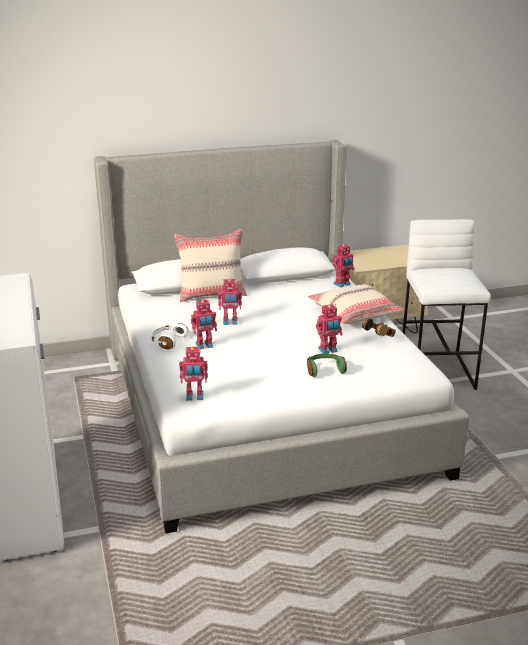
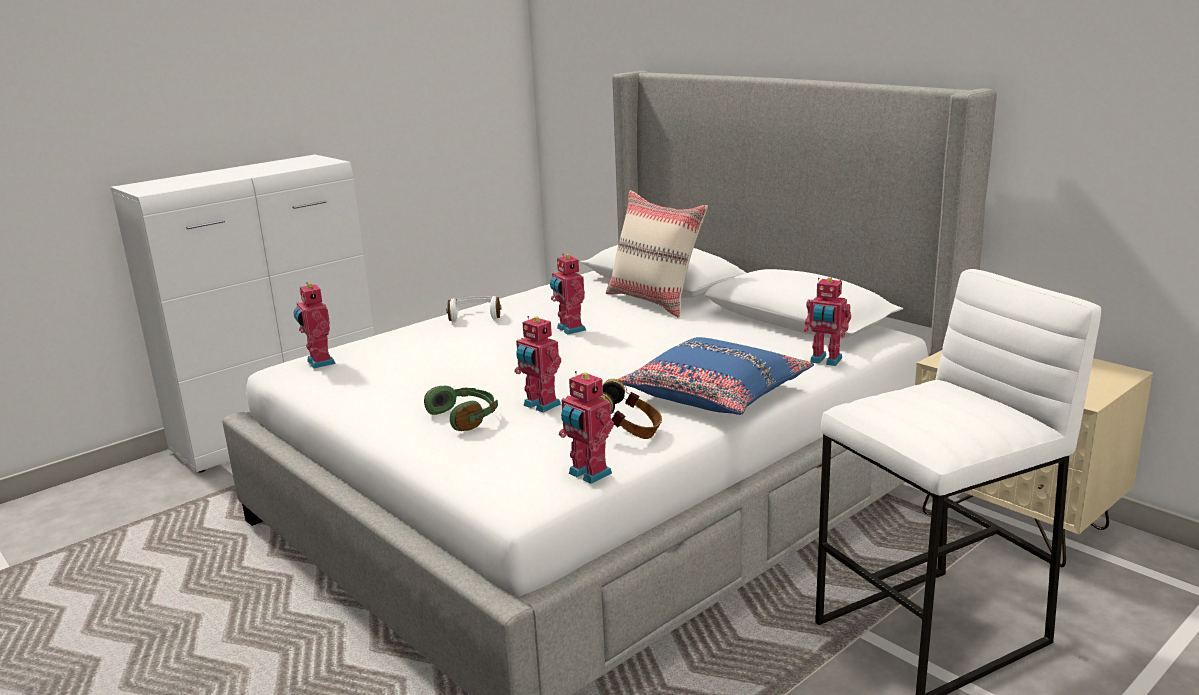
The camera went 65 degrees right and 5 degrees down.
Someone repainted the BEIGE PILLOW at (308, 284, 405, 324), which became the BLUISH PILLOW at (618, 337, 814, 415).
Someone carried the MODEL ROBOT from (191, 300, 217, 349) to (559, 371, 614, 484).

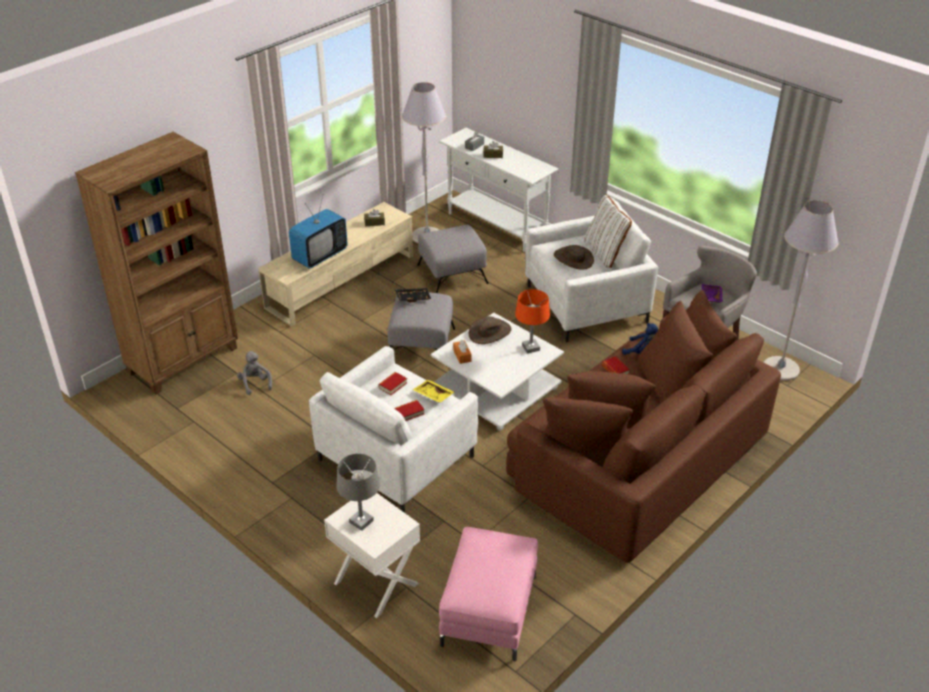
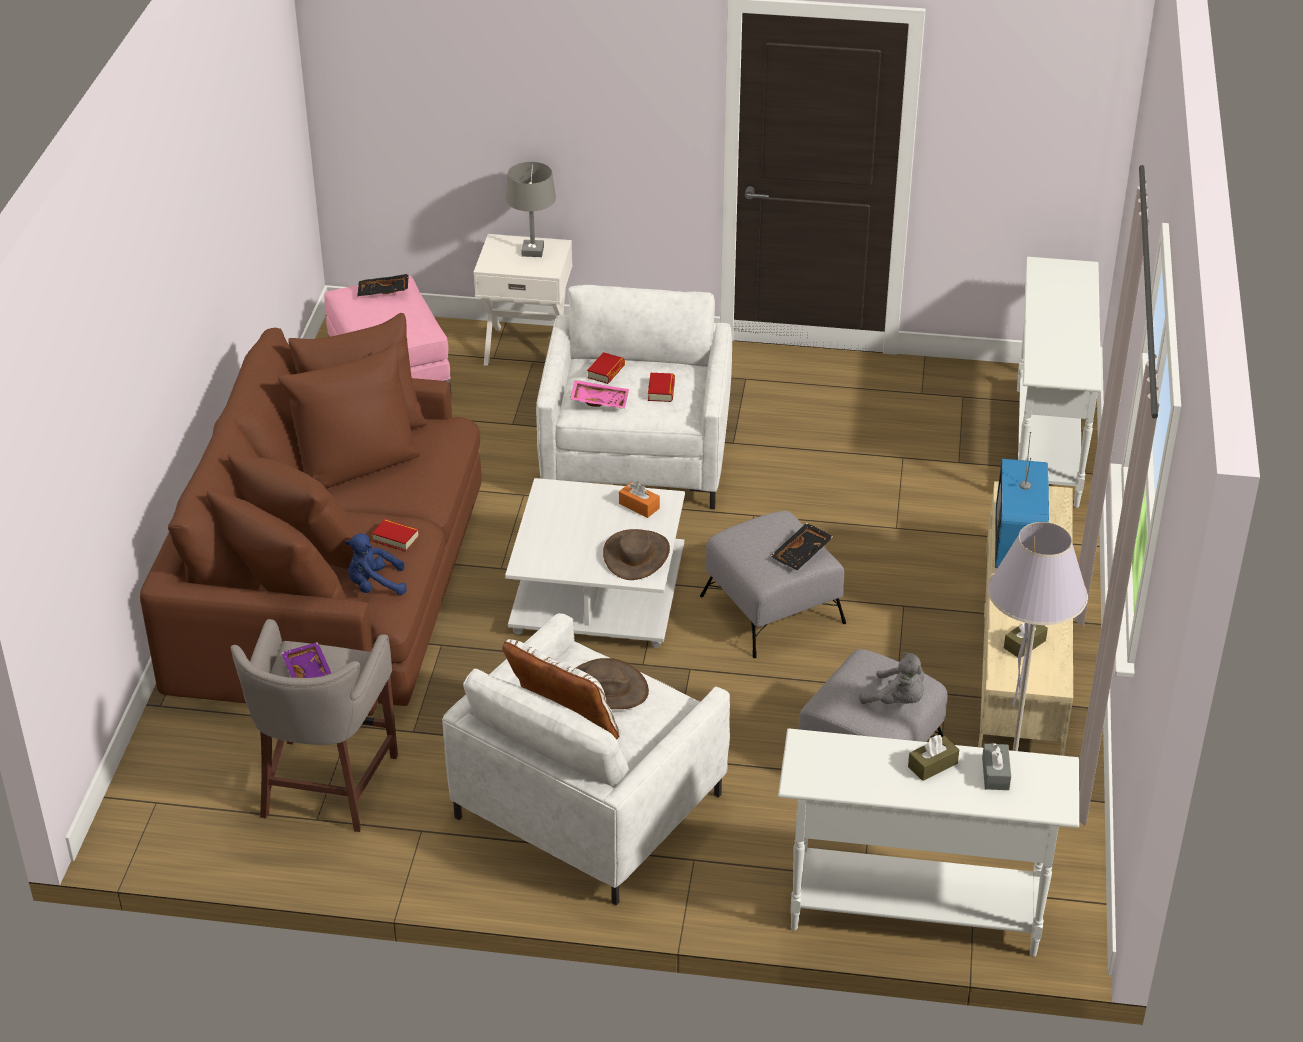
The camera went 145 degrees right and 0 degrees up.
Someone swapped the BROWN BOOKSHELF at (75, 132, 238, 395) for the WHITE NARROW TABLE at (1017, 257, 1101, 508).
Someone took away the GRAY STANDING LAMP at (764, 200, 839, 381).
Someone took away the ORANGE-COLOURED TABLE LAMP at (515, 289, 550, 353).
Someone carried the GRAY PLUSH TOY from (237, 351, 272, 395) to (859, 652, 924, 704).
Someone repainted the YELLOW-COLOURED SERVING TRAY at (413, 380, 454, 403), which became the PINK SERVING TRAY at (570, 380, 629, 409).
Someone put down the BLACKISH SERVING TRAY at (357, 274, 409, 296).

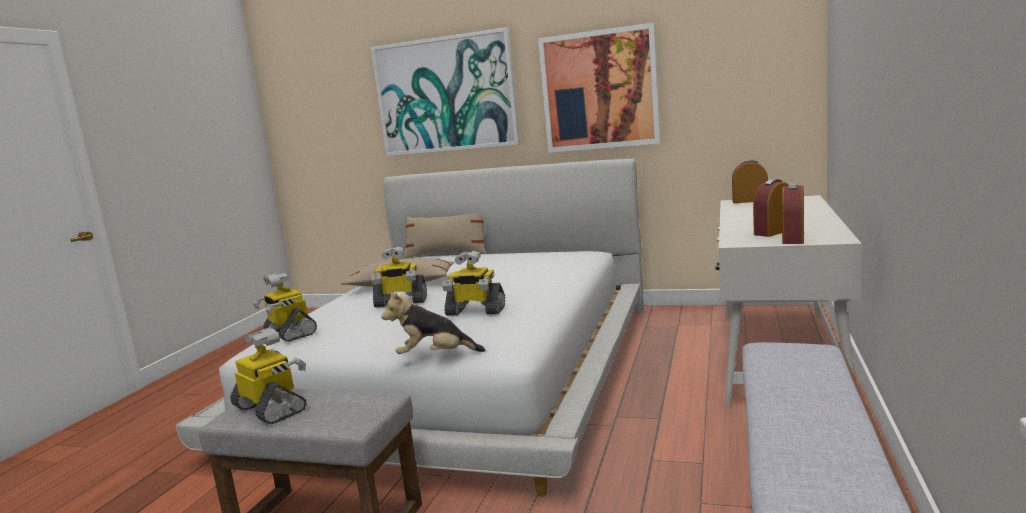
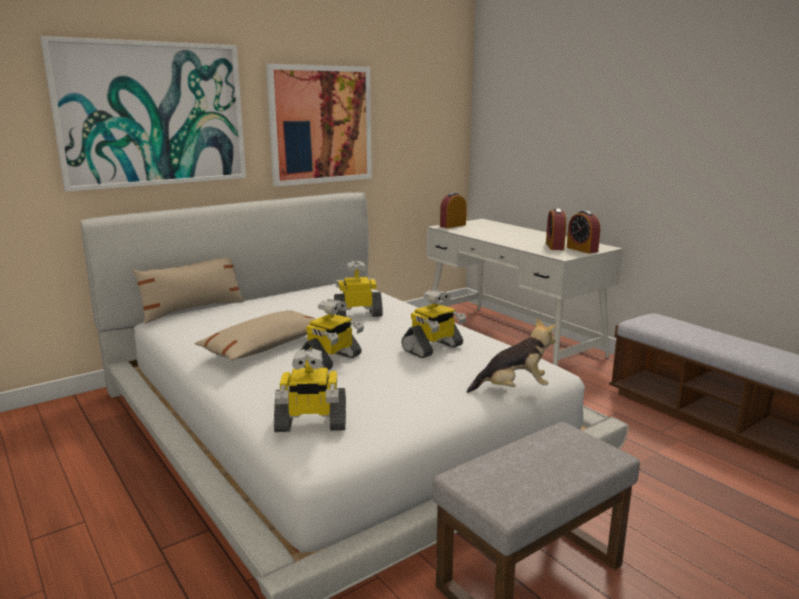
The camera went 55 degrees left and 5 degrees up.
Someone rotated the PLUSH TOY at (382, 291, 485, 354) by 135 degrees counterclockwise.
Someone carried the MODEL ROBOT from (230, 327, 307, 424) to (334, 261, 383, 317).

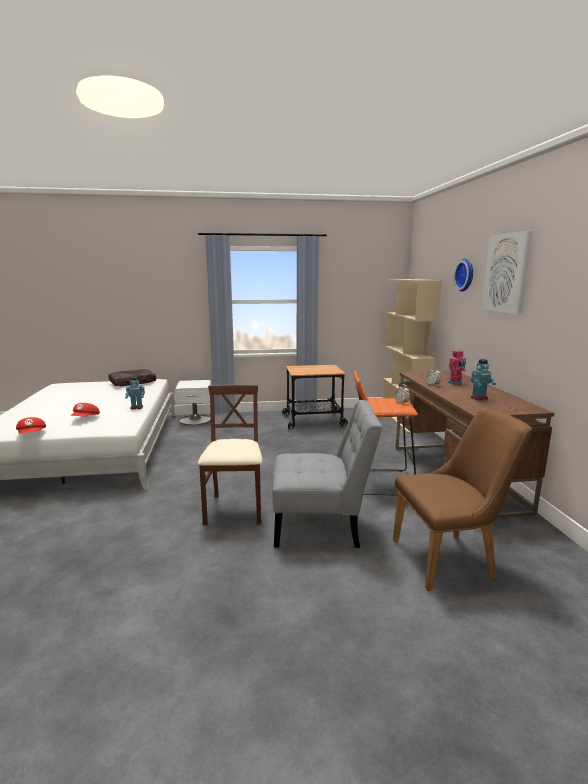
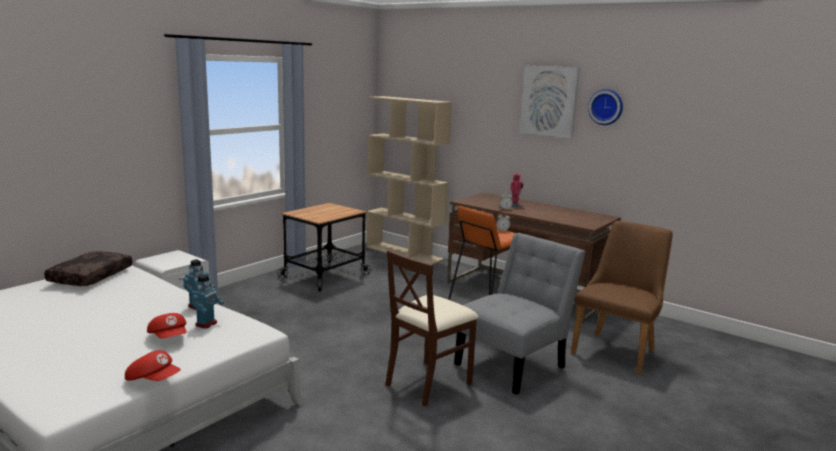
The camera went 45 degrees left and 0 degrees up.
Someone carried the HANGING CLOCK from (454, 259, 473, 292) to (588, 89, 623, 125).
Someone carried the MODEL ROBOT from (471, 359, 496, 400) to (192, 275, 224, 329).
Someone rotated the BROWN UPRIGHT CHAIR at (198, 385, 263, 525) by 90 degrees counterclockwise.

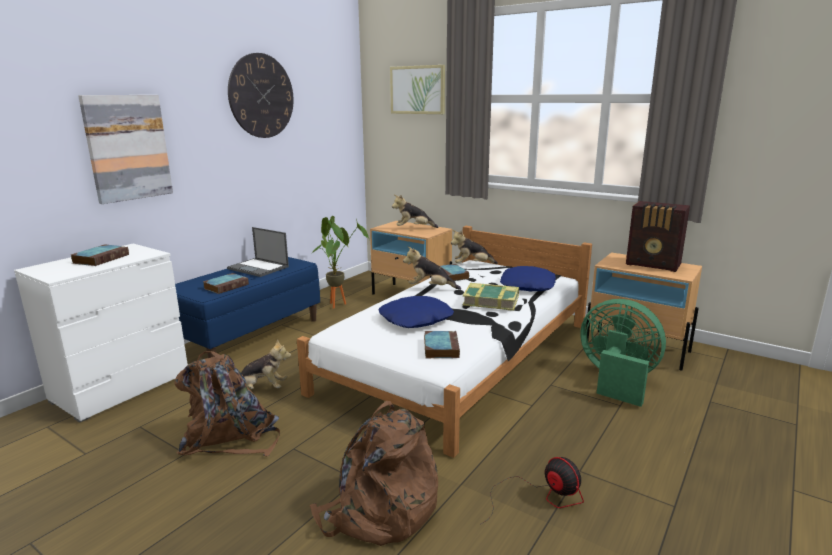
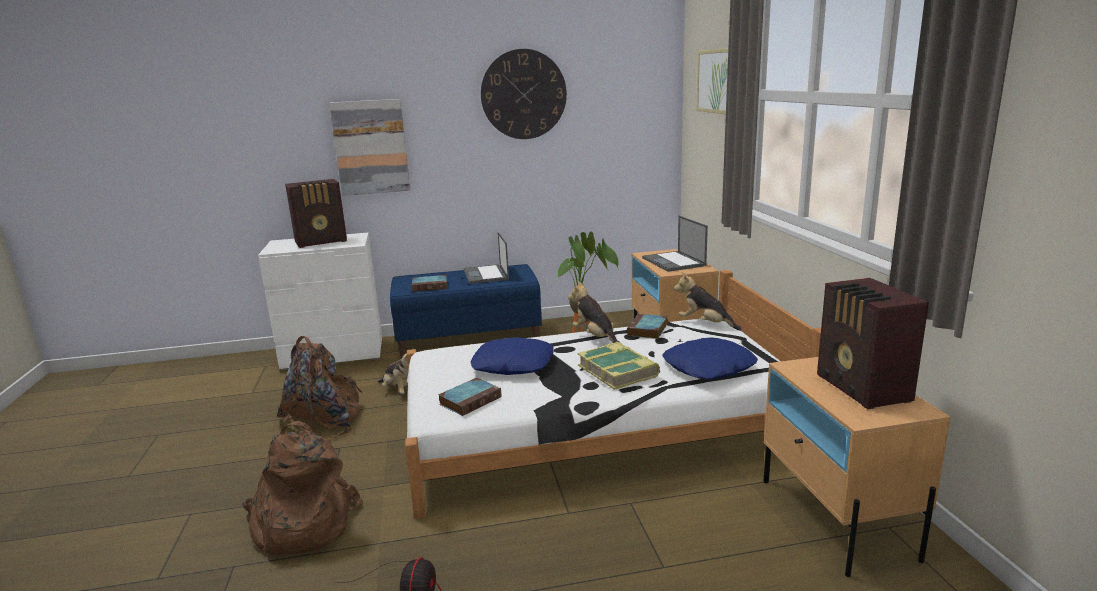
The camera went 45 degrees right and 0 degrees up.
Someone swapped the PLUSH TOY at (392, 195, 438, 228) for the LAPTOP at (642, 216, 708, 272).
Someone swapped the BOUND BOOK at (71, 244, 129, 266) for the RADIO SET at (285, 179, 347, 248).
Someone took away the GREEN ELECTRIC FAN at (581, 299, 666, 407).

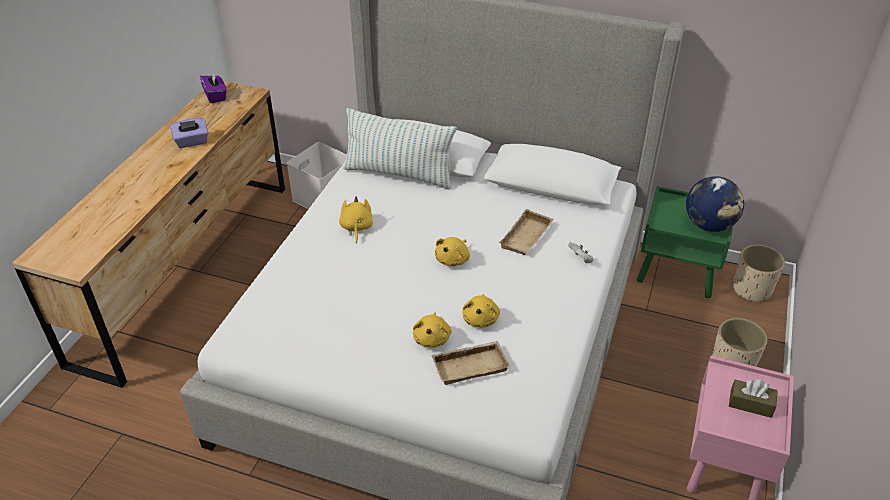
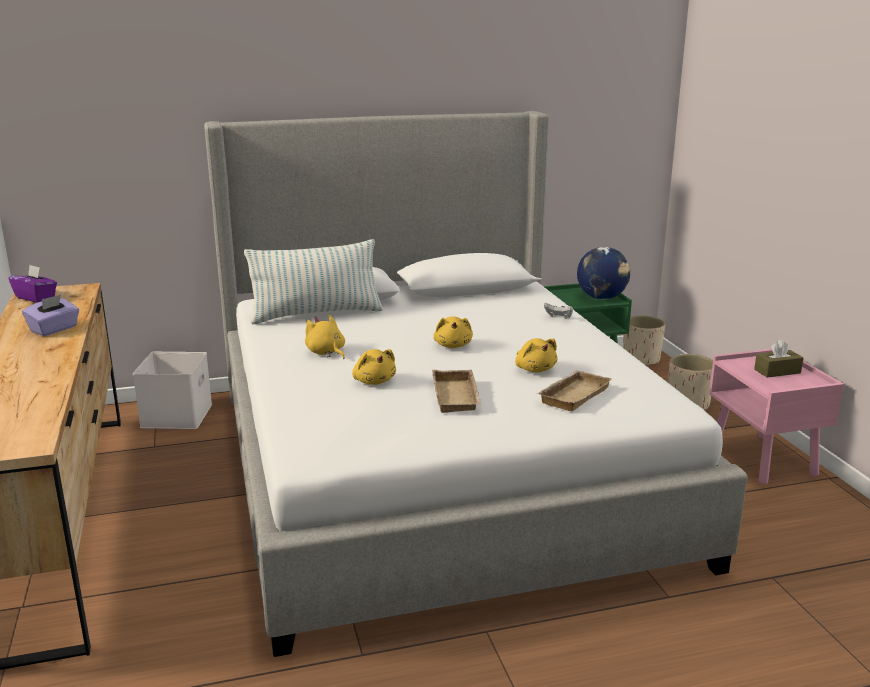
The camera went 35 degrees left and 20 degrees down.
Someone carried the BEIGE SERVING TRAY from (499, 209, 553, 255) to (432, 370, 482, 413).
Someone carried the YELLOW-COLOURED PLUSH TOY from (413, 312, 451, 348) to (352, 349, 396, 385).

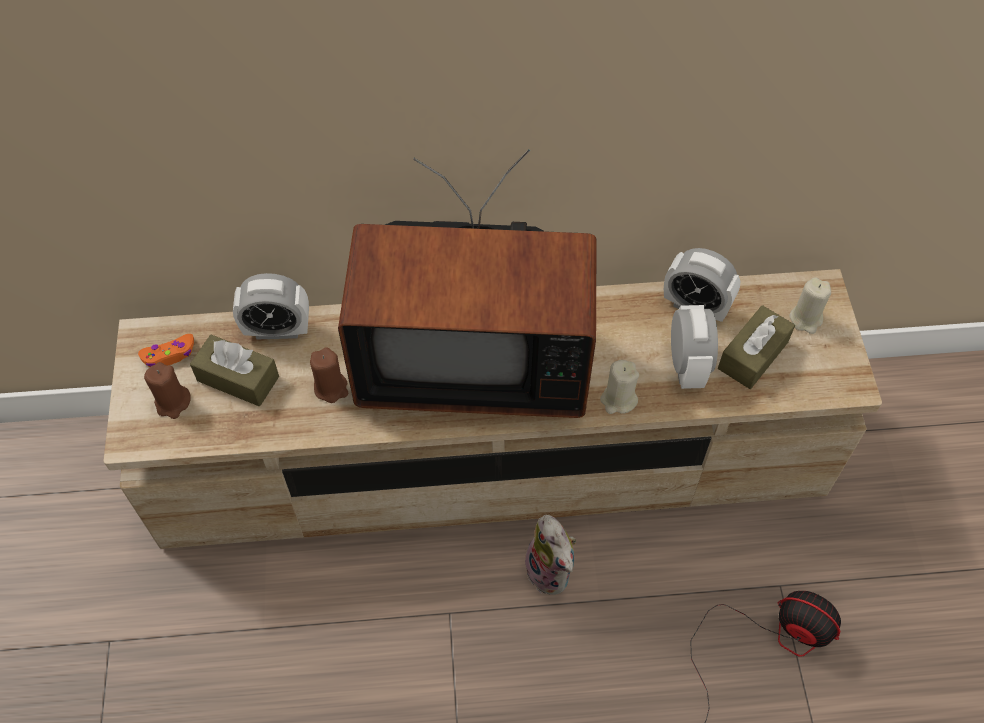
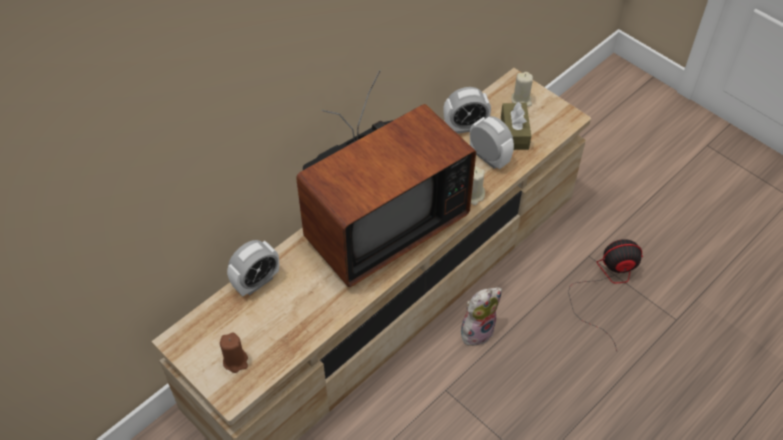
The camera went 40 degrees left and 5 degrees down.
Someone took away the ORANGE-COLOURED GAME CONTROLLER at (138, 334, 194, 367).
Someone took away the BROWN TISSUE BOX at (190, 334, 279, 406).
Someone took away the BROWN CANDLE at (310, 347, 348, 403).
Someone rotated the PLUSH TOY at (525, 515, 576, 595) by 60 degrees counterclockwise.

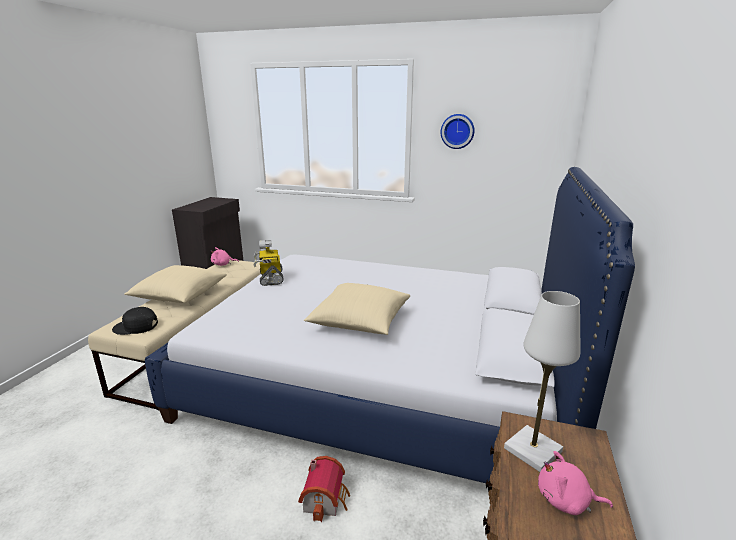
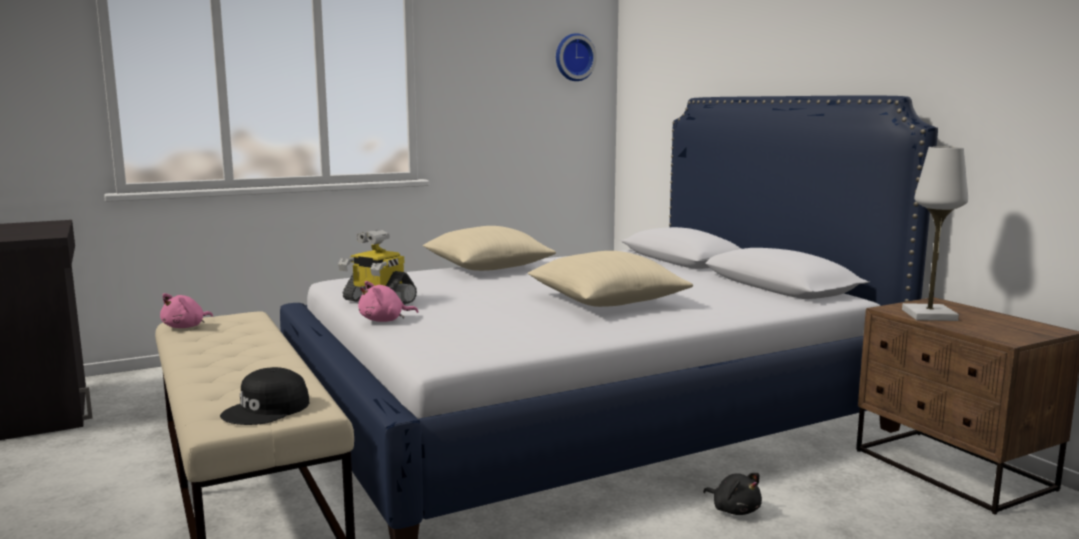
The camera went 45 degrees left and 10 degrees down.
Someone carried the HANGING CLOCK from (441, 114, 475, 149) to (556, 33, 597, 81).
Someone carried the BEIGE PILLOW from (124, 265, 227, 303) to (423, 226, 556, 271).
Someone carried the PINK PLUSH TOY from (538, 451, 613, 515) to (358, 281, 419, 322).
Someone swapped the MODEL HOUSE at (298, 456, 350, 522) for the BLACKISH PLUSH TOY at (703, 473, 762, 515).

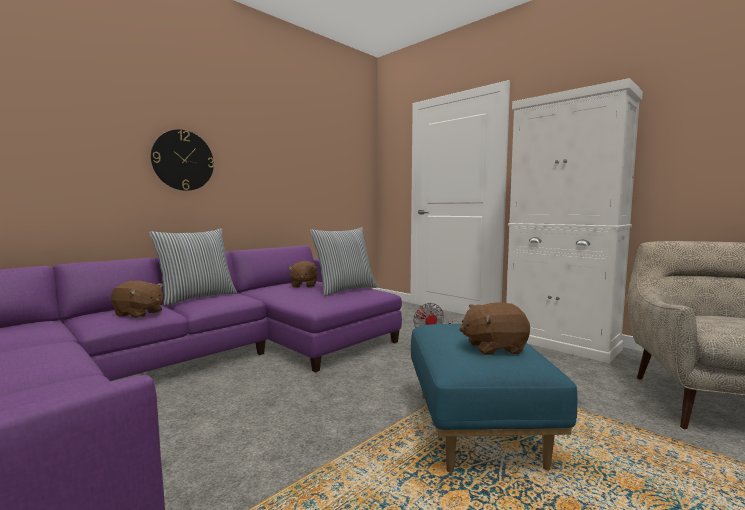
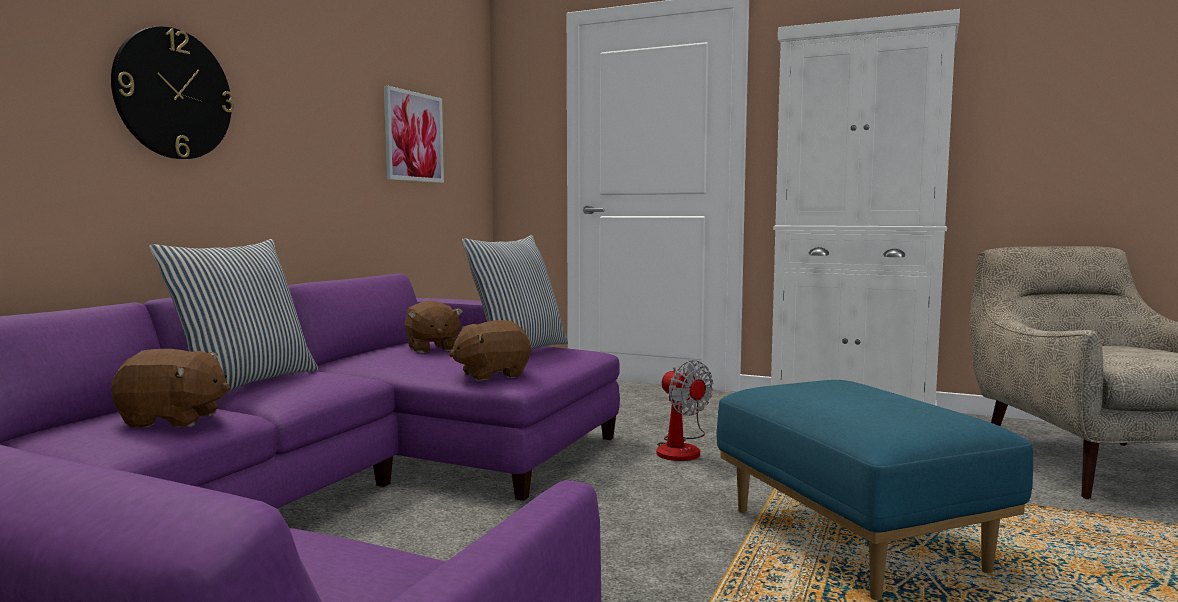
The camera went 20 degrees left and 0 degrees up.
Someone carried the BROWN PLUSH TOY from (459, 302, 530, 355) to (449, 320, 531, 381).
Someone put up the WALL ART at (384, 85, 444, 183).

